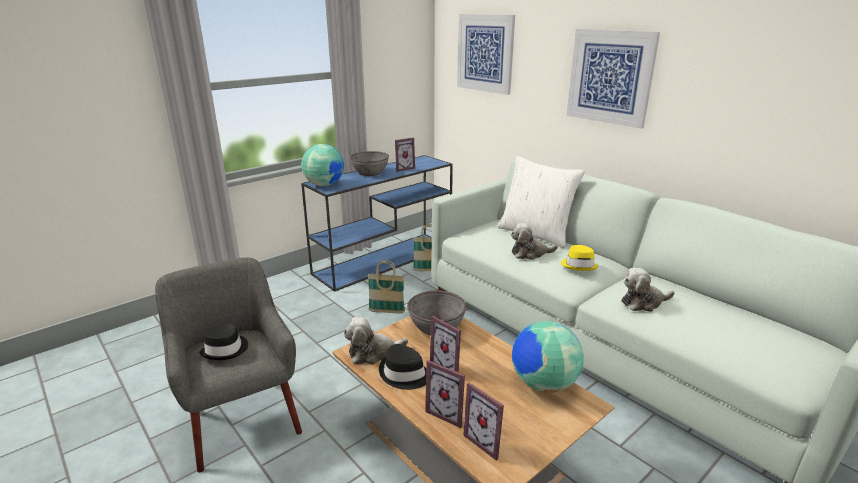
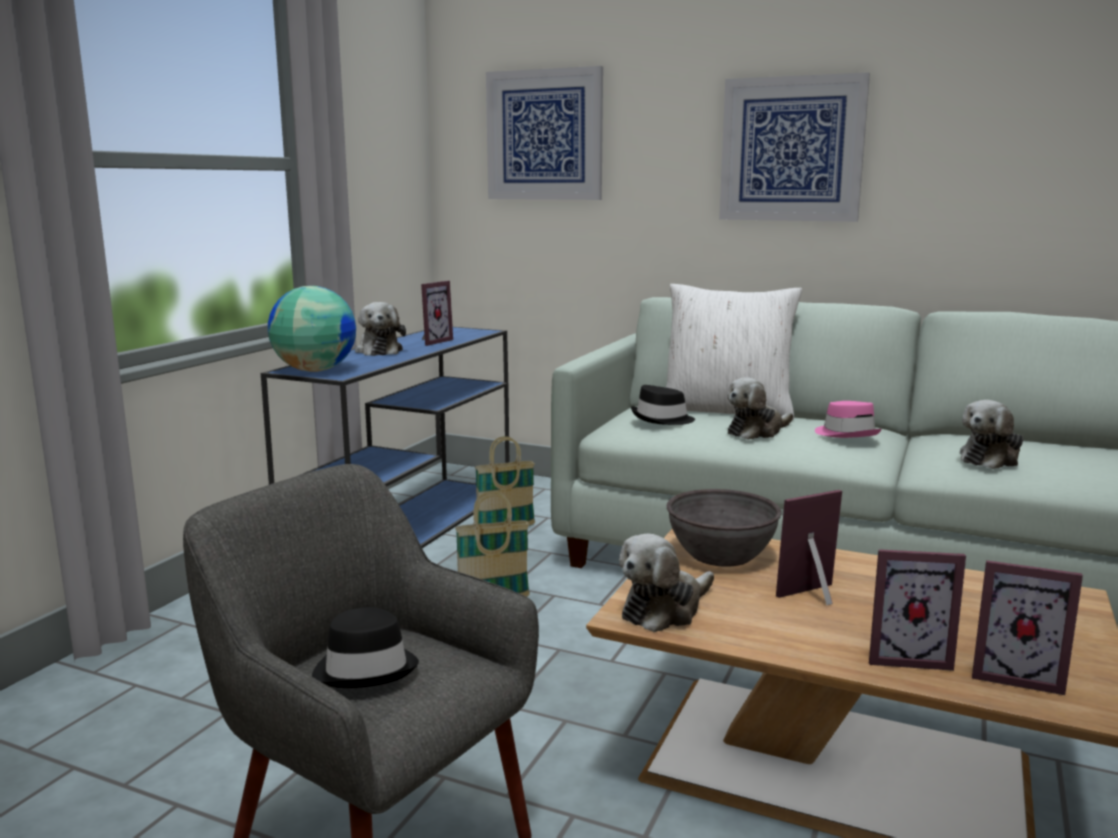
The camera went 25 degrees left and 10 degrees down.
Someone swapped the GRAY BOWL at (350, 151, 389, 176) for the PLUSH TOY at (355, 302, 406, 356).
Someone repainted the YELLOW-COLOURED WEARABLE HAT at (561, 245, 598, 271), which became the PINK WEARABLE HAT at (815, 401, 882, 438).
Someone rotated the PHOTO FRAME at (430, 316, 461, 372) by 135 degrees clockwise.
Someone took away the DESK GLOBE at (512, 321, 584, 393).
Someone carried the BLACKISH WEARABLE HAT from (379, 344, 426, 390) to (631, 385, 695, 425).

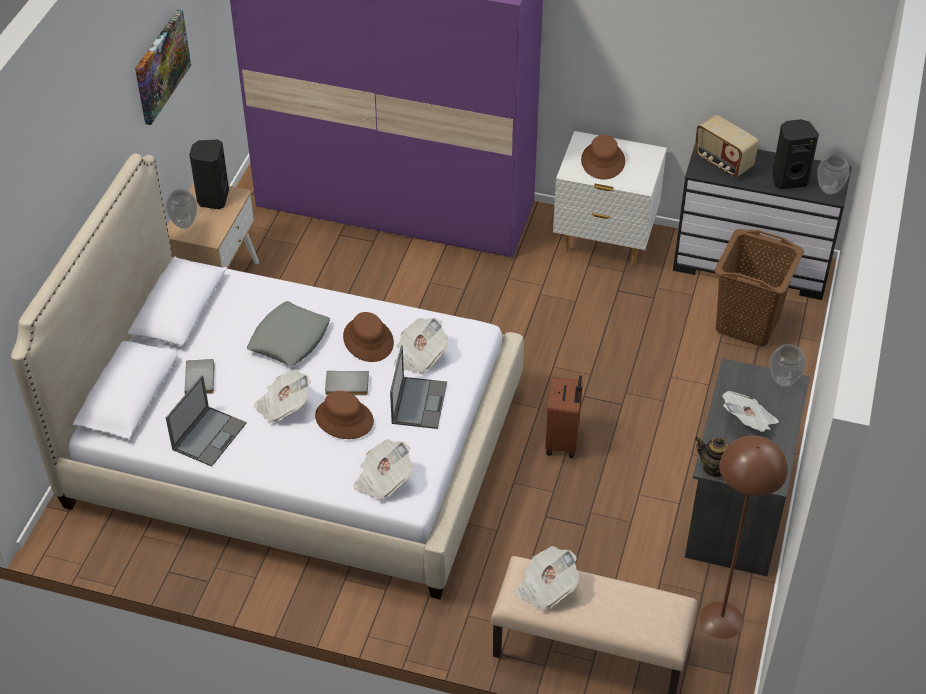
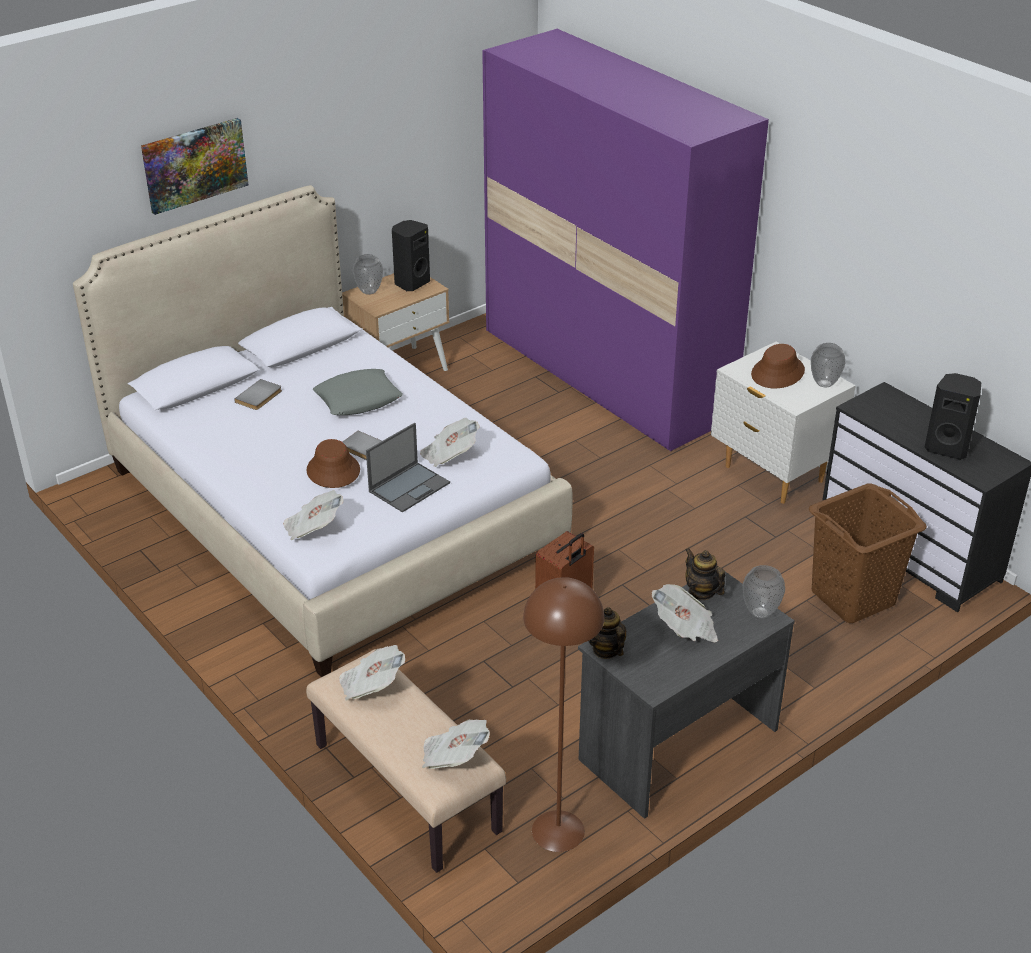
The camera went 35 degrees right and 10 degrees down.
Someone carried the WALL ART from (135, 10, 191, 125) to (141, 118, 248, 215).
Someone took away the RADIO SET at (695, 115, 759, 178).
Someone carried the FLOWER VASE from (818, 155, 850, 195) to (811, 343, 845, 387).
Someone took away the BROWN WEARABLE HAT at (343, 312, 394, 362).
Someone carried the PRINTED PAPER from (254, 369, 311, 424) to (422, 720, 490, 769).
Someone took away the LAPTOP at (166, 375, 246, 467).
Someone put down the POT FOR TEA at (685, 548, 725, 600).

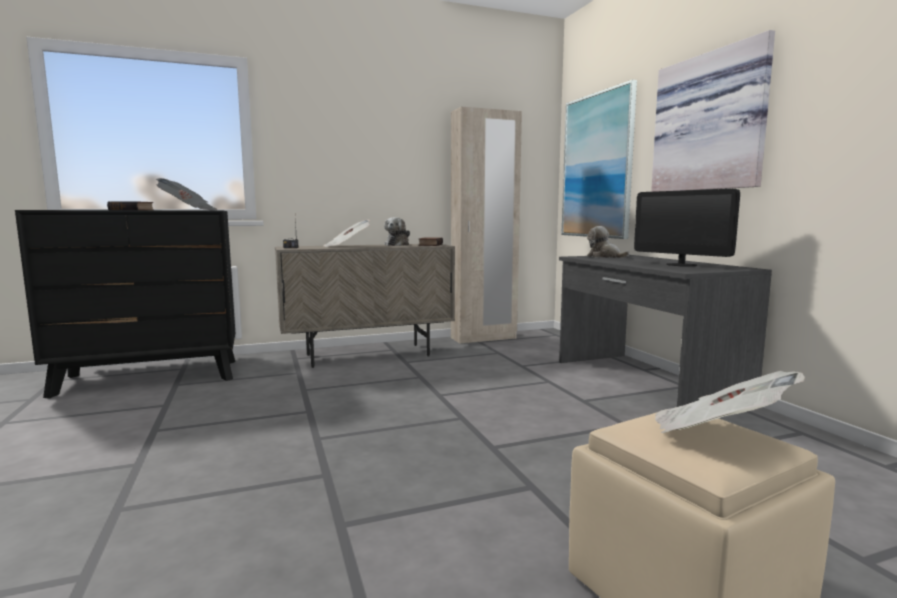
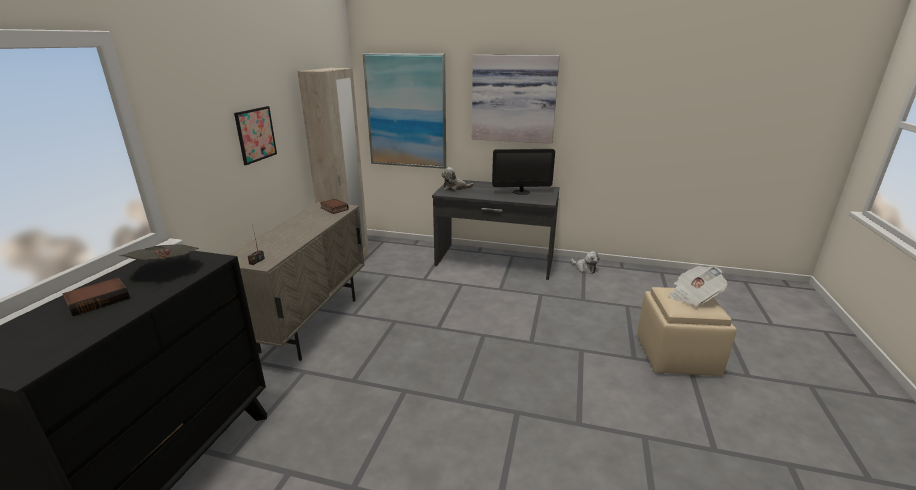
The camera went 55 degrees left and 15 degrees up.
Someone carried the PLUSH TOY from (384, 217, 410, 246) to (571, 251, 600, 274).
Someone took away the PRINTED PAPER at (323, 220, 370, 247).
Someone put up the WALL ART at (234, 106, 277, 165).

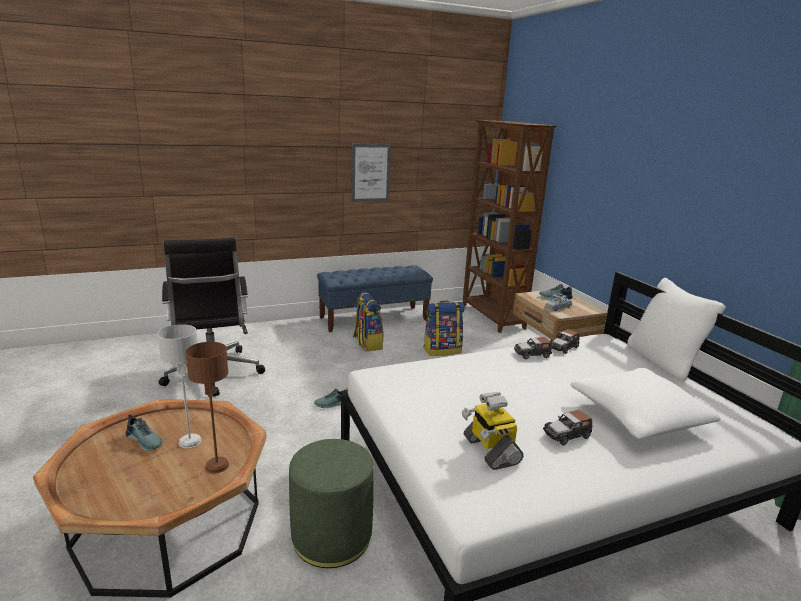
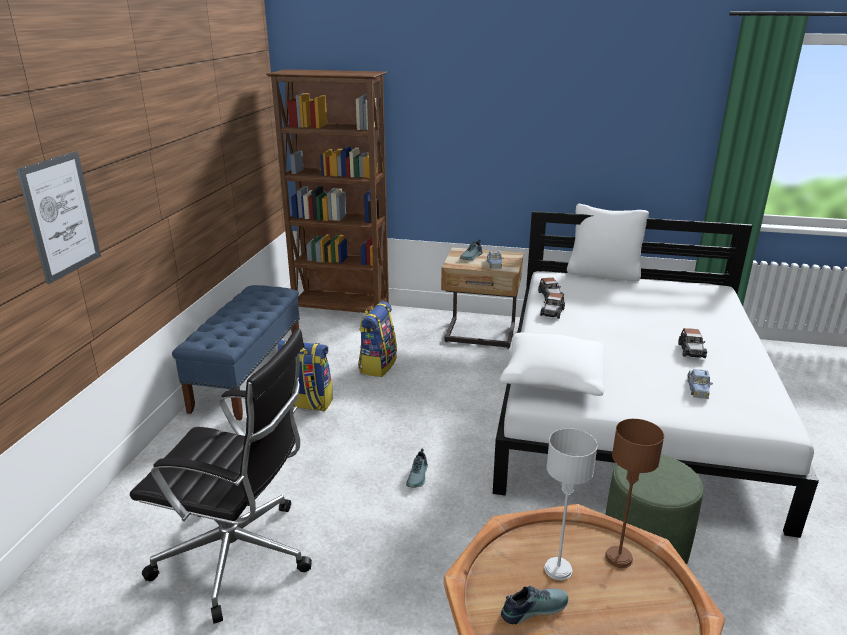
The camera went 55 degrees left and 5 degrees up.
Someone carried the WALL ART from (351, 144, 391, 202) to (16, 151, 101, 284).
Someone carried the WHITE PILLOW from (571, 368, 721, 439) to (500, 333, 605, 396).
Someone swapped the MODEL ROBOT at (462, 392, 523, 470) for the BLUISH MINIATURE CAR at (687, 369, 713, 399).

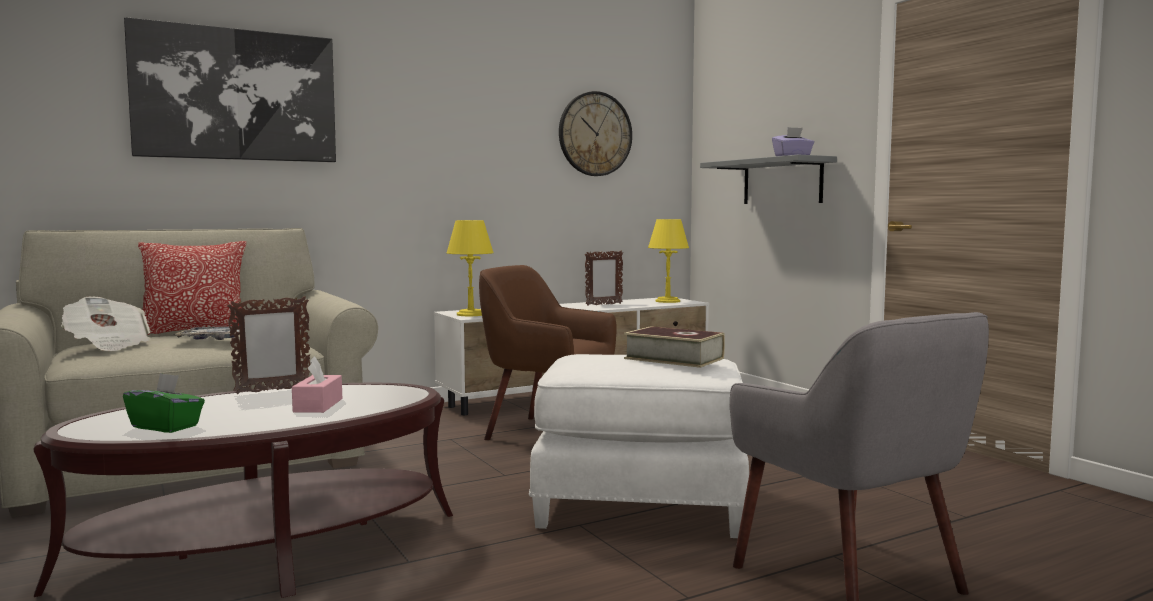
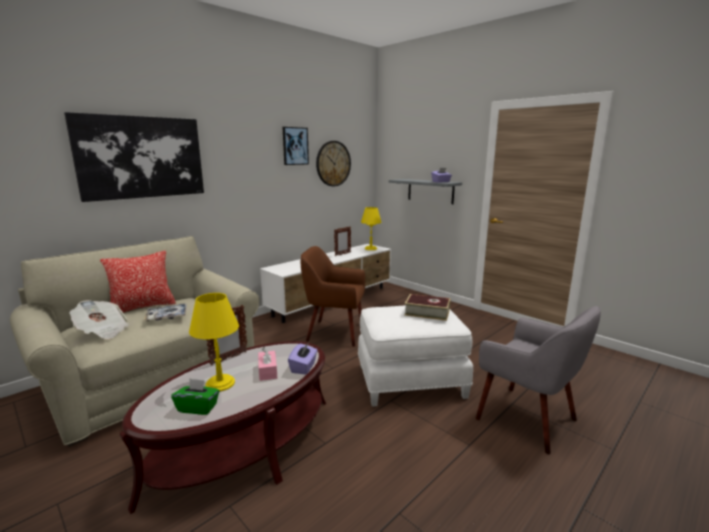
The camera went 15 degrees left and 10 degrees up.
Someone carried the YELLOW-COLOURED TABLE LAMP from (447, 220, 494, 316) to (189, 293, 239, 392).
Someone put up the WALL ART at (283, 127, 309, 165).
Someone put down the PURPLE-COLOURED TISSUE BOX at (288, 342, 318, 375).

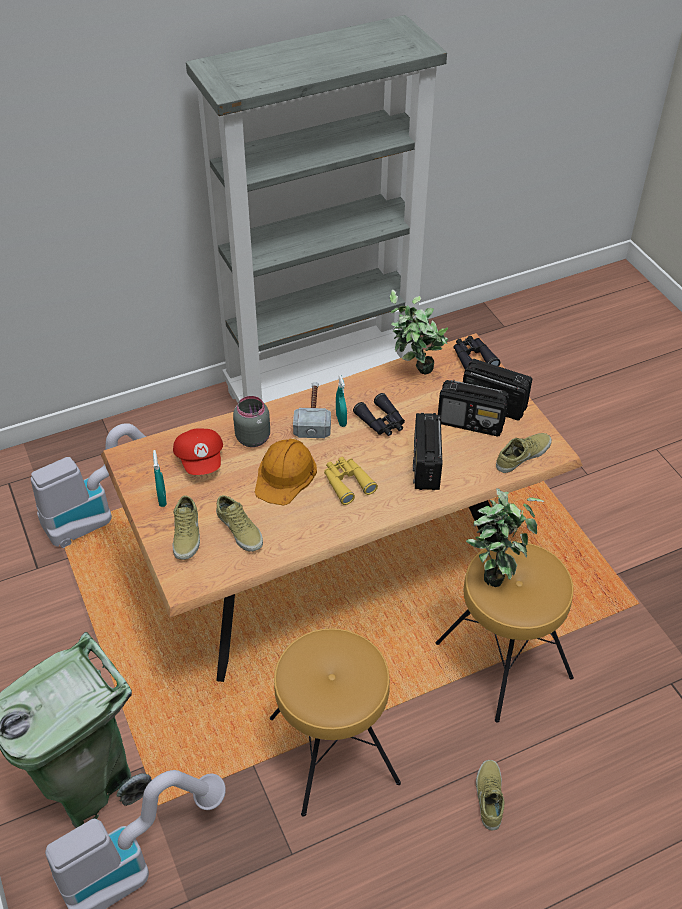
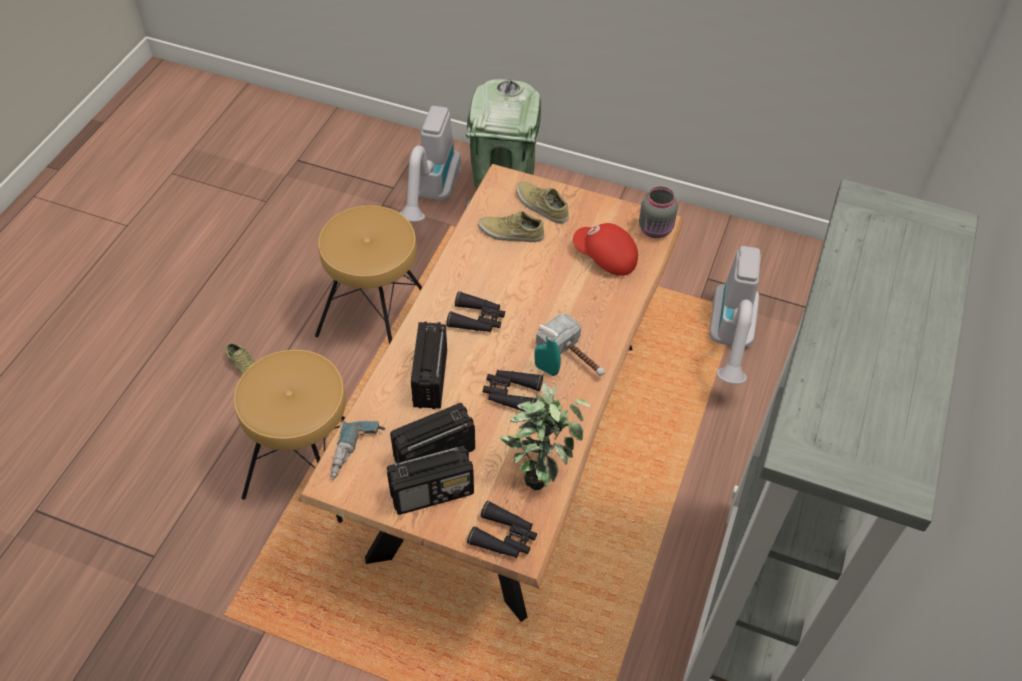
The camera went 135 degrees right and 5 degrees up.
Someone carried the GRAY PRESERVE JAR from (233, 396, 270, 447) to (639, 186, 678, 238).
Someone rotated the RADIO SET at (413, 413, 442, 490) by 135 degrees counterclockwise.
Someone swapped the BEIGE ITEM OF FOOTWEAR at (496, 433, 552, 473) for the ELECTRIC DRILL at (331, 421, 385, 480).
Someone took away the ORANGE-COLOURED SAFETY HELMET at (255, 439, 317, 506).
Someone took away the TURQUOISE-COLOURED HAND SPRAYER at (153, 450, 167, 507).
Someone repainted the YELLOW-COLOURED PAIR OF BINOCULARS at (324, 457, 378, 505), which became the BLACKISH PAIR OF BINOCULARS at (446, 291, 505, 332).
Someone took away the HOUSEPLANT at (466, 488, 544, 587).

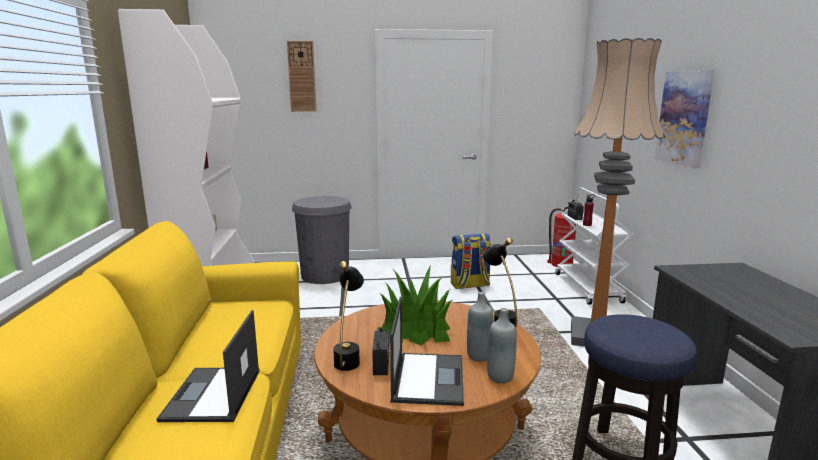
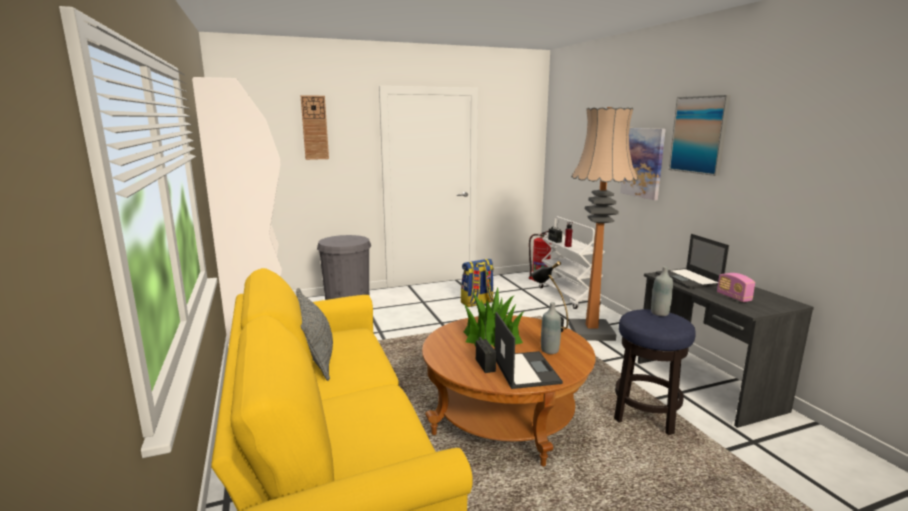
The camera went 15 degrees left and 0 degrees up.
Someone took away the BLACKISH TABLE LAMP at (333, 261, 364, 371).
Someone carried the GRAY BEVERAGE BOTTLE from (487, 308, 517, 383) to (651, 266, 673, 316).
Someone carried the LAPTOP from (156, 310, 260, 422) to (656, 234, 729, 289).
Someone put up the WALL ART at (669, 95, 731, 176).
Someone put down the RADIO SET at (717, 273, 755, 302).
Someone put down the GRAY PILLOW at (296, 288, 333, 381).

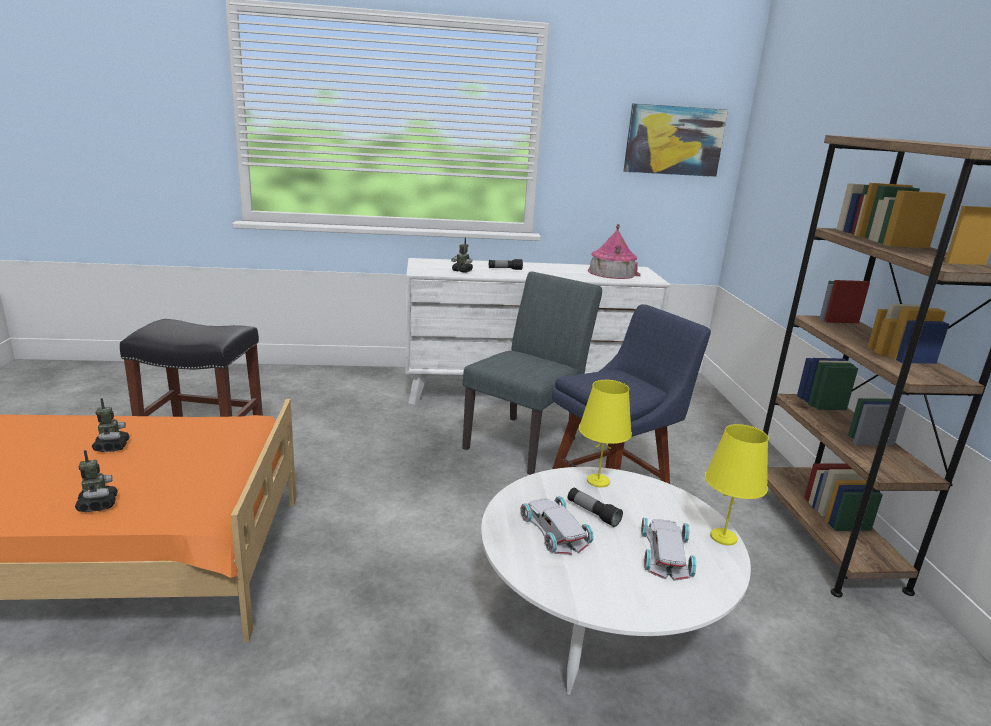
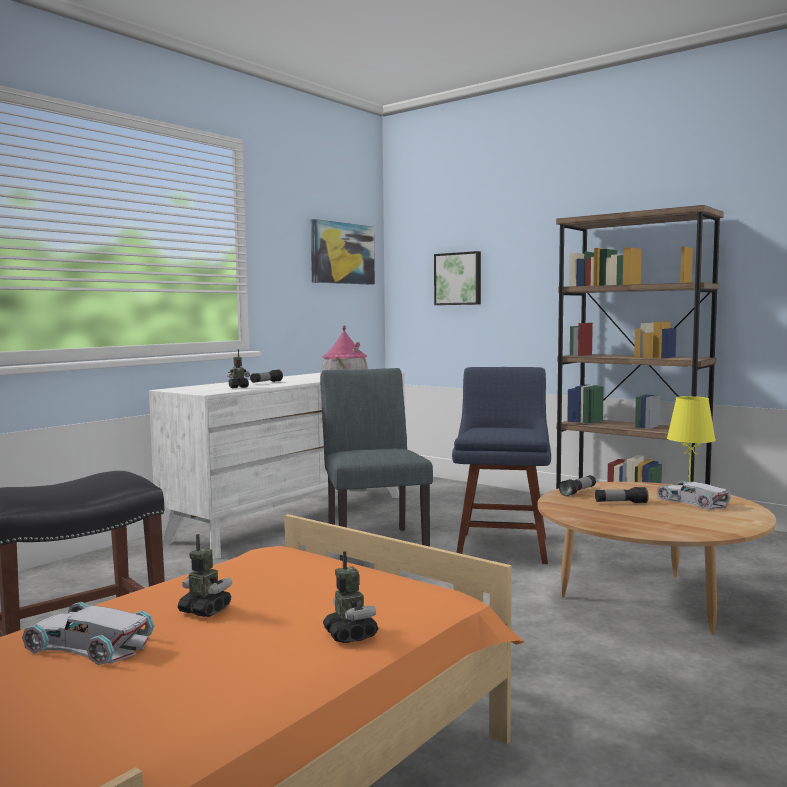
The camera went 45 degrees left and 15 degrees down.
Someone swapped the YELLOW-COLOURED TABLE LAMP at (579, 380, 632, 487) for the HAND TORCH at (559, 475, 596, 496).
Someone rotated the MODEL ROBOT at (75, 450, 118, 512) by 45 degrees clockwise.
Someone repainted the WHITE LOUNGE TABLE at (481, 467, 751, 695), which became the BROWN LOUNGE TABLE at (538, 482, 776, 635).
Someone carried the WHITE MINIATURE CAR from (520, 496, 594, 555) to (22, 602, 155, 665).
Someone put up the WALL ART at (434, 251, 481, 305).

